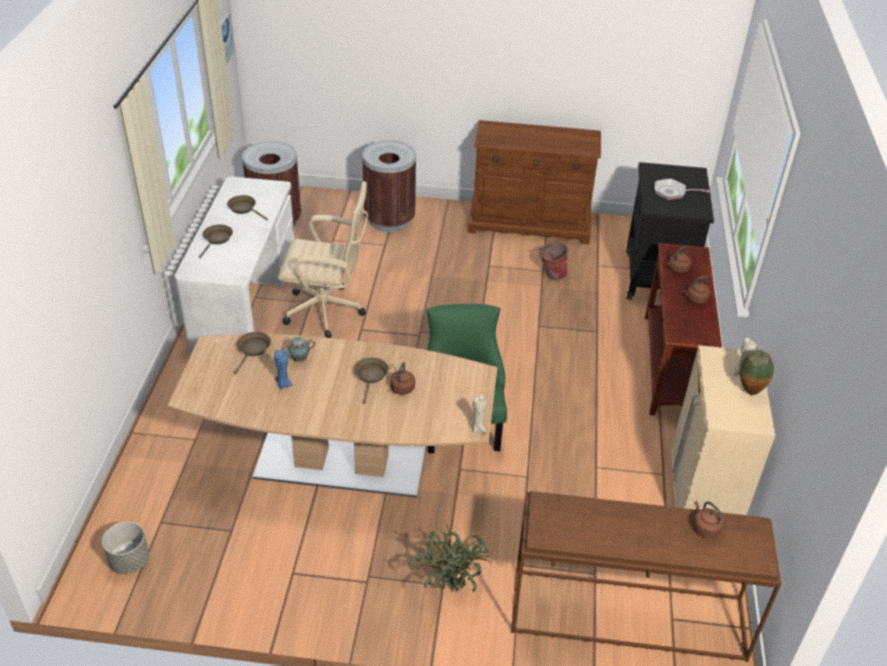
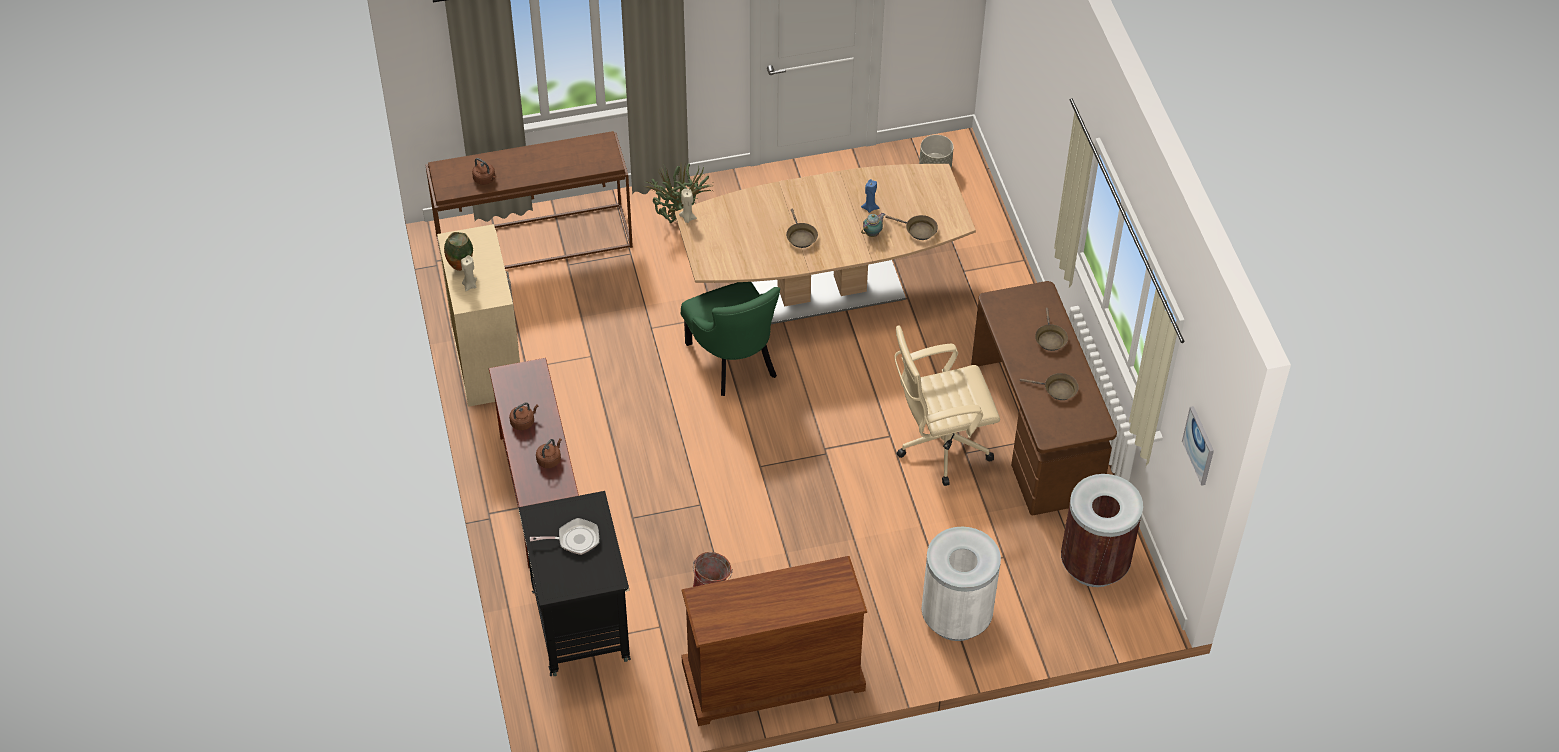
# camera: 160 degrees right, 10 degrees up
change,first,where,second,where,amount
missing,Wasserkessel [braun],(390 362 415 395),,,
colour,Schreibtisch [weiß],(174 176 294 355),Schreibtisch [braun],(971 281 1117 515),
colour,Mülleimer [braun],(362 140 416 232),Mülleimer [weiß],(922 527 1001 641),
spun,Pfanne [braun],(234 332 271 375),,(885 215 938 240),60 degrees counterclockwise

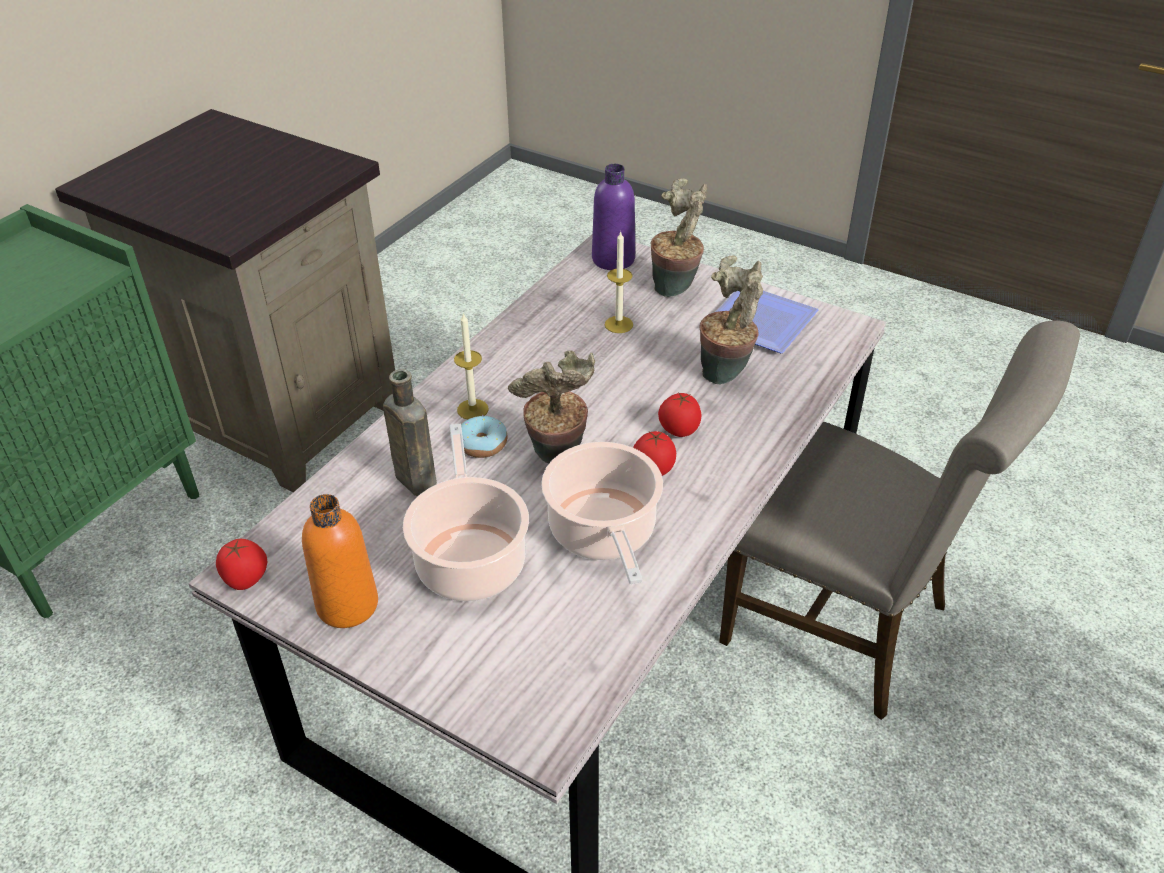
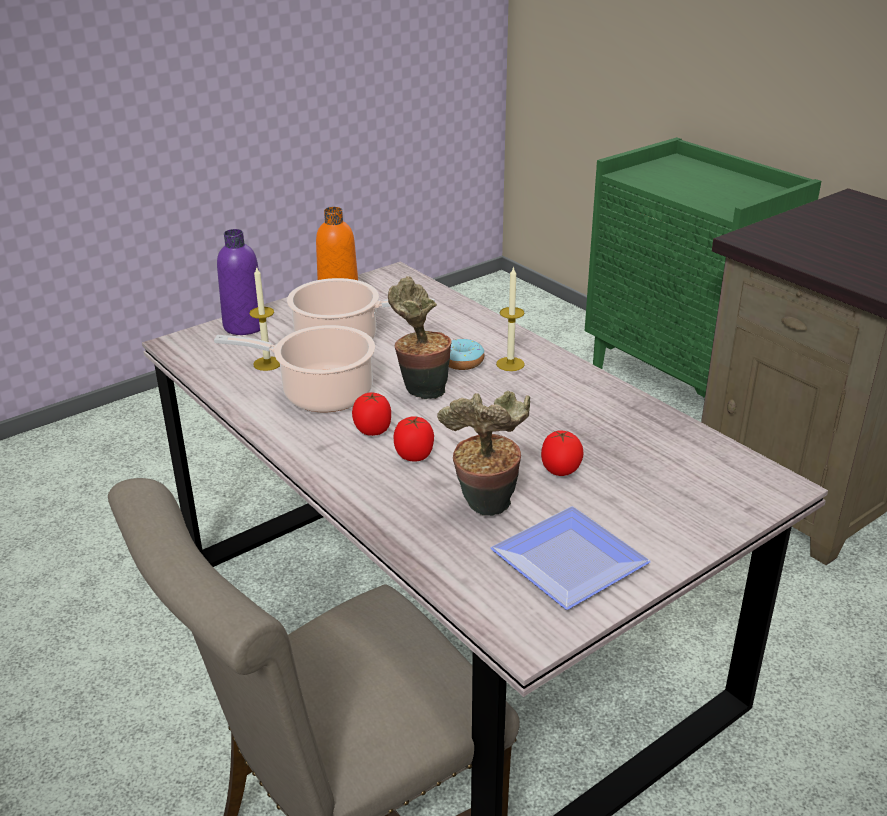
# camera: 110 degrees right, 10 degrees down
change,first,where,second,where,amount
missing,Flasche [braun],(383 369 437 496),,,
missing,Topfpflanze,(650 178 707 297),,,
relocated,Tomate,(216 539 267 590),,(541 430 584 476),
relocated,Flasche [lila],(592 164 635 270),,(217 229 260 335),
relocated,Kerze,(605 231 633 333),,(249 266 280 371),

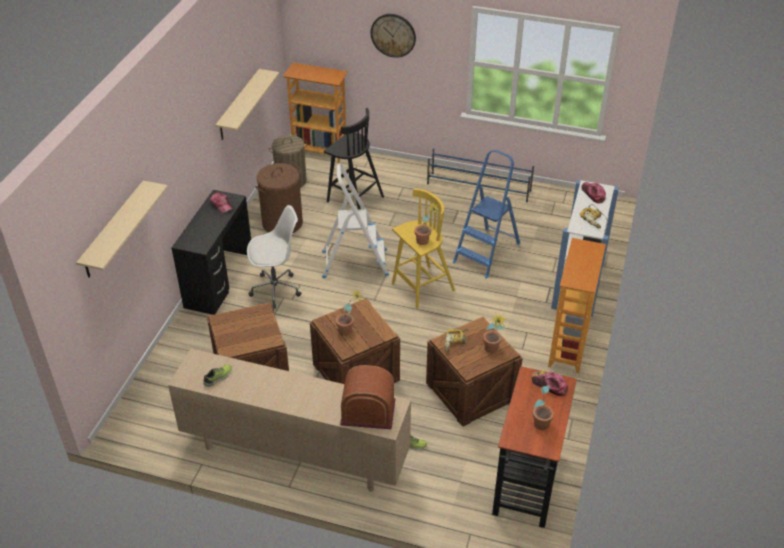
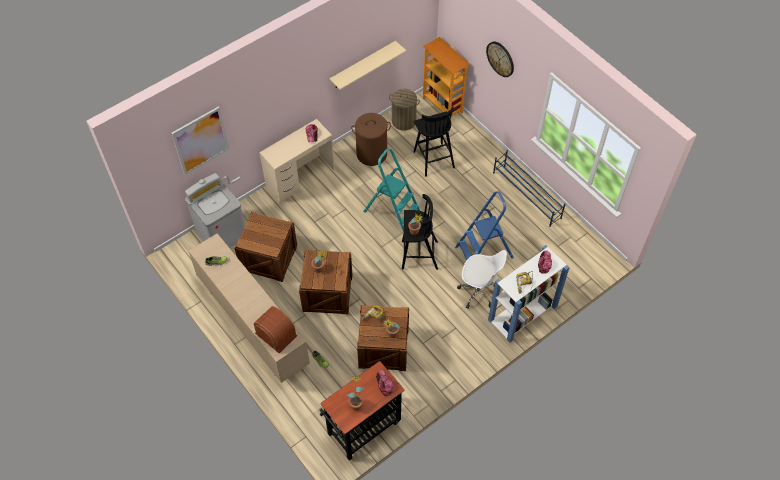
# camera: 35 degrees right, 15 degrees up
change,first,where,second,where,amount
missing,Bücherregal,(548 238 606 373),,,
appeared,,,Waschmaschine [grau],(185 173 245 248),
relocated,Bürostuhl [weiß],(247 205 302 309),,(457 250 507 309),
exchanged,Wandregal [beige],(76 180 168 278),Bild,(171 106 229 175),
colour,Schreibtisch [schwarz],(172 190 251 315),Schreibtisch [beige],(259 119 335 203),
colour,Trittleiter [weiß],(322 164 389 278),Trittleiter [türkis],(363 149 421 233),
colour,Hocker [gelb],(392 189 455 309),Hocker [schwarz],(402 194 438 270),

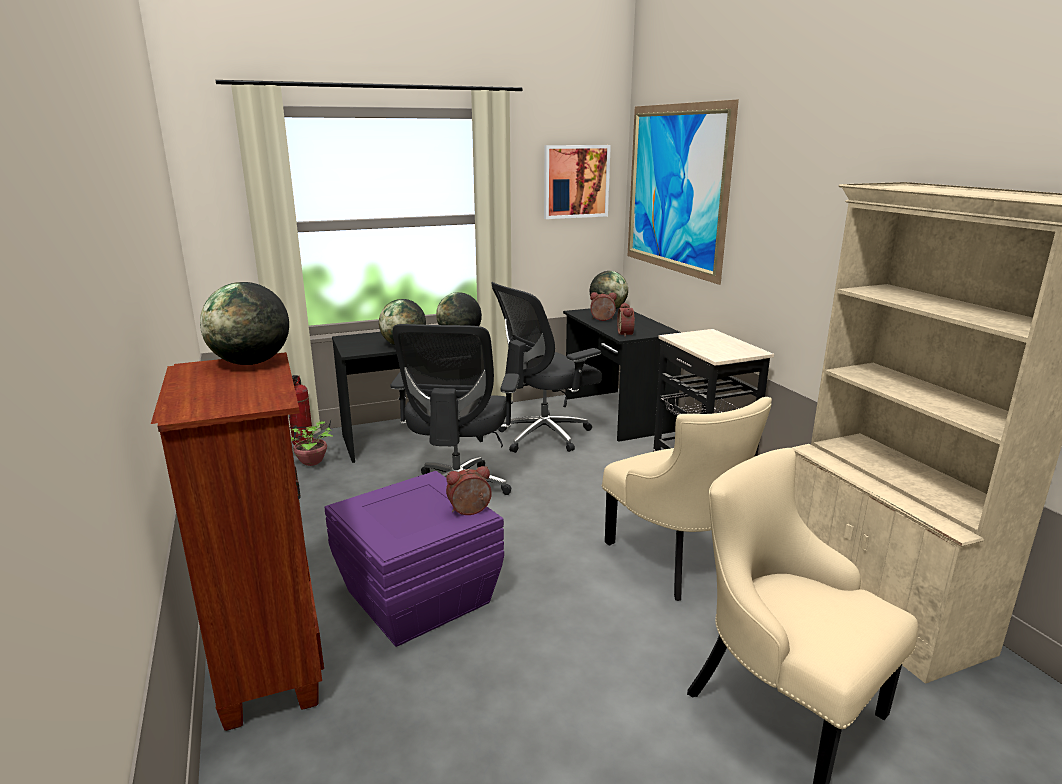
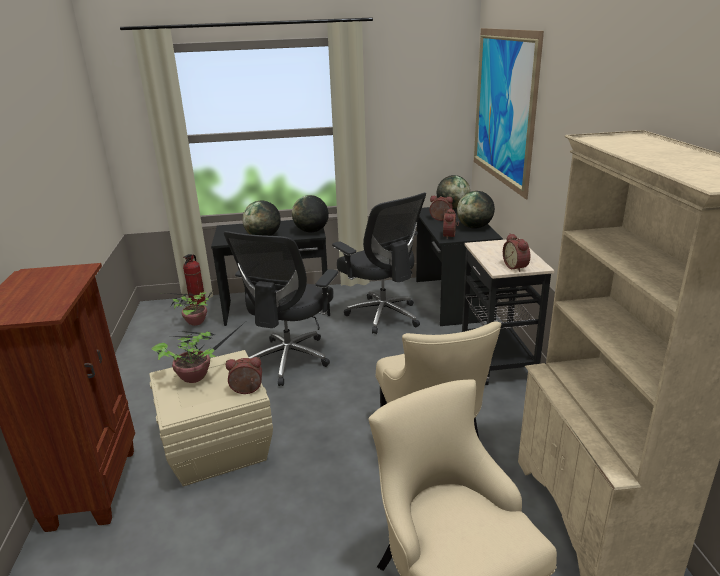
# camera: 15 degrees right, 5 degrees up
change,first,where,second,where,amount
missing,Bild,(544 145 611 219),,,
appeared,,,Topfpflanze,(151 323 244 383),
appeared,,,Wecker,(503 233 530 272),
relocated,Globus,(200 282 289 365),,(457 191 495 228),
colour,Aufbewahrungsbox [lila],(325 471 504 647),Aufbewahrungsbox [beige],(149 350 273 486),
spun,Bürostuhl,(492 282 602 453),,(332 192 426 334),105 degrees counterclockwise

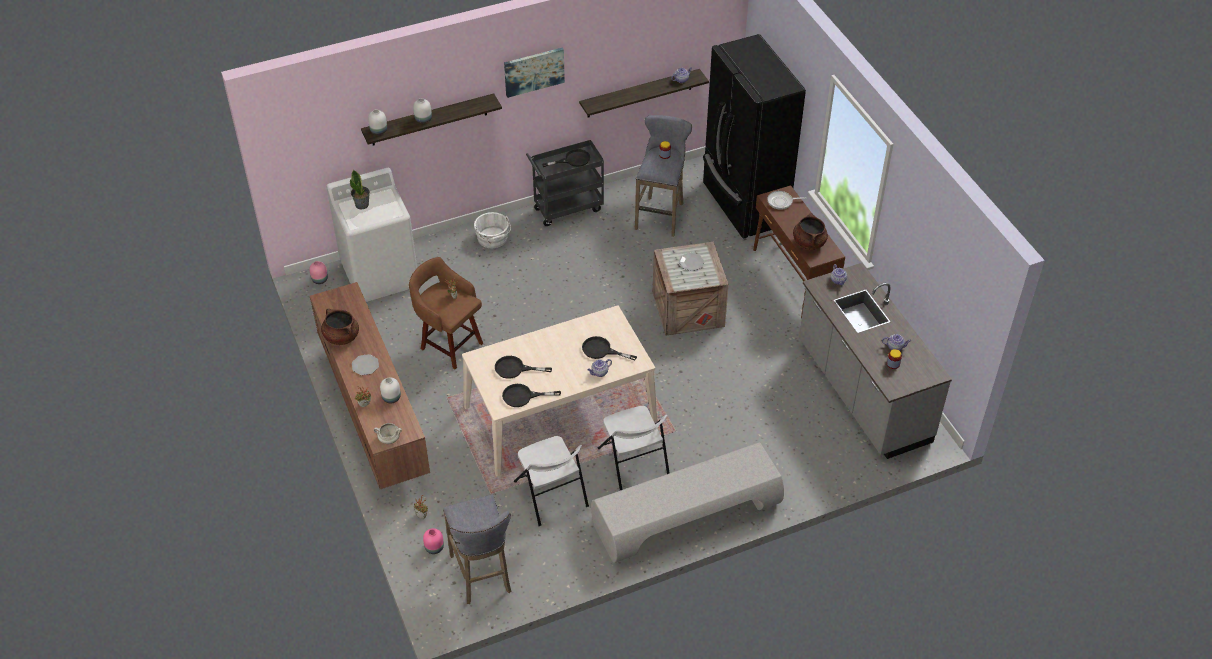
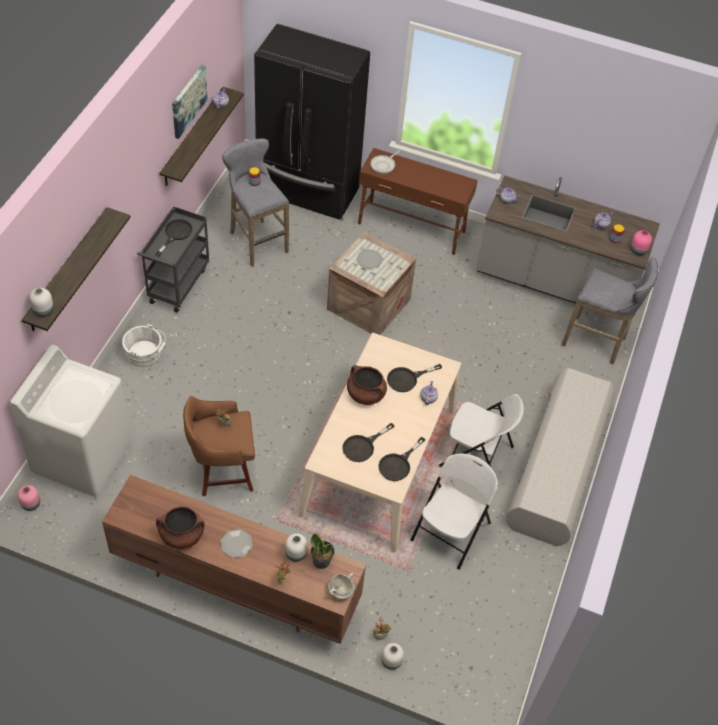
# camera: 50 degrees left, 5 degrees up
change,first,where,second,where,amount
relocated,Topfpflanze,(350 170 370 209),,(311 534 335 569),
relocated,Vase [weiß],(413 98 432 124),,(381 643 404 670),
relocated,Vase [rosa],(423 528 444 554),,(631 230 652 255),
relocated,Hocker [grau],(443 495 511 604),,(561 257 658 365),
relocated,Bild,(504 48 565 98),,(172 65 208 139),
relocated,Kochtopf [braun],(793 213 828 250),,(347 365 387 405),
spun,Stuhl [weiß],(514 436 589 526),,(410 453 498 570),75 degrees counterclockwise

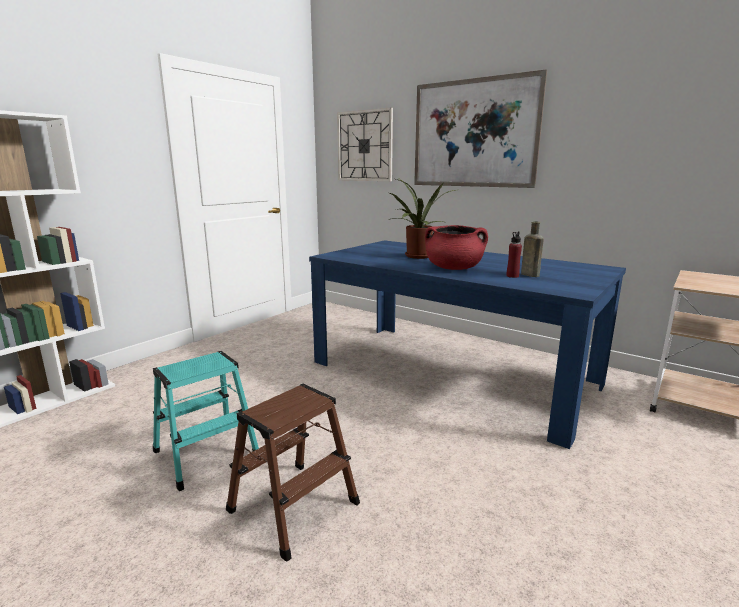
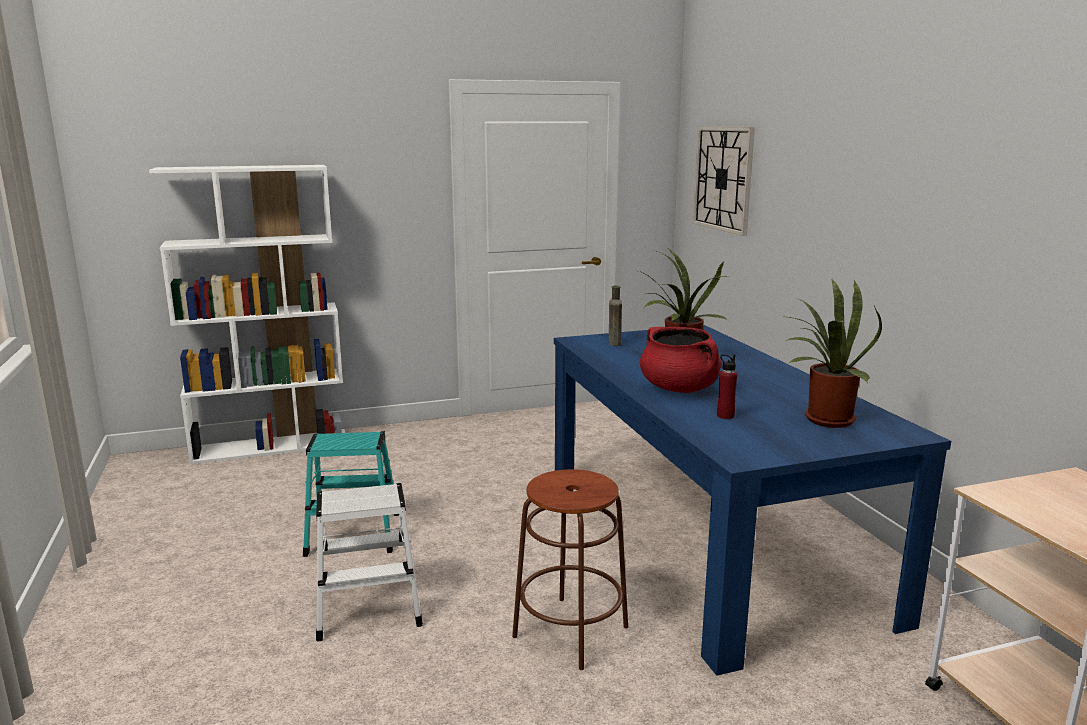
# camera: 35 degrees right, 0 degrees up
change,first,where,second,where,amount
missing,Bild,(414 69 547 188),,,
appeared,,,Hocker [braun],(512 469 628 670),
appeared,,,Topfpflanze,(782 280 882 428),
relocated,Flasche [braun],(521 221 544 277),,(609 285 622 346),
colour,Trittleiter [braun],(226 383 360 562),Trittleiter [weiß],(316 483 423 641),

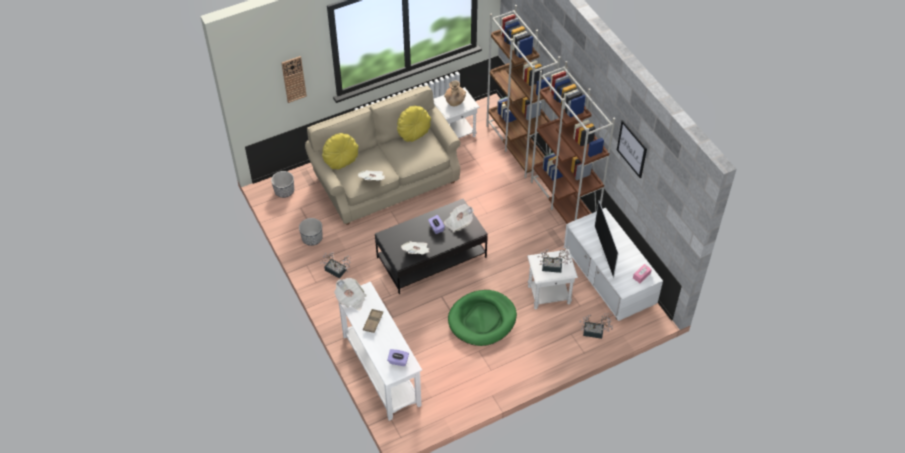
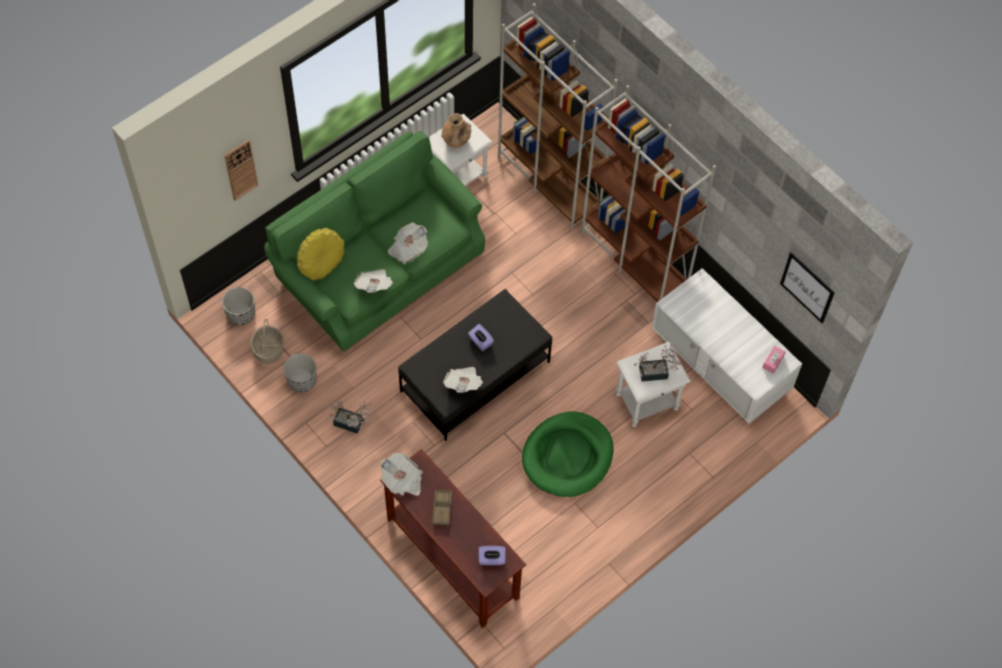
# camera: 15 degrees left, 10 degrees up
change,first,where,second,where,amount
missing,Kissen [gelb],(397 106 431 142),,,
missing,Topfpflanze,(579 313 613 339),,,
missing,Fernseher,(595 200 619 278),,,
appeared,,,Korb,(250 318 284 364),
relocated,Zeitung,(444 204 474 232),,(388 222 428 264),
relocated,Bild,(617 120 647 178),,(780 253 835 323),
colour,Sofa [beige],(305 86 461 225),Sofa [grün],(264 131 485 351),
colour,Konsolentisch [weiß],(336 282 422 421),Konsolentisch [braun],(380 449 526 628),

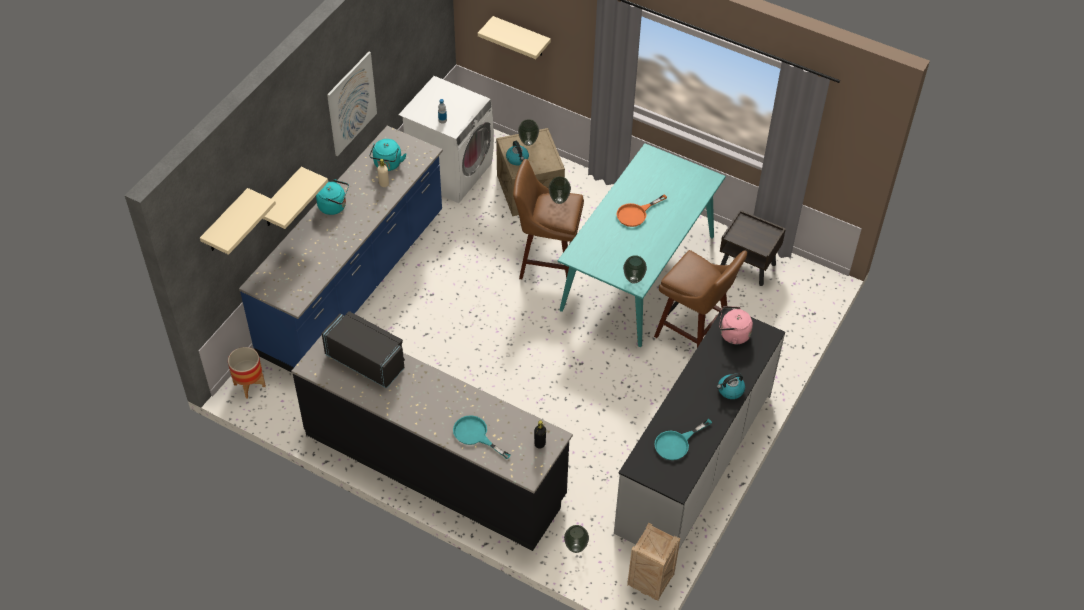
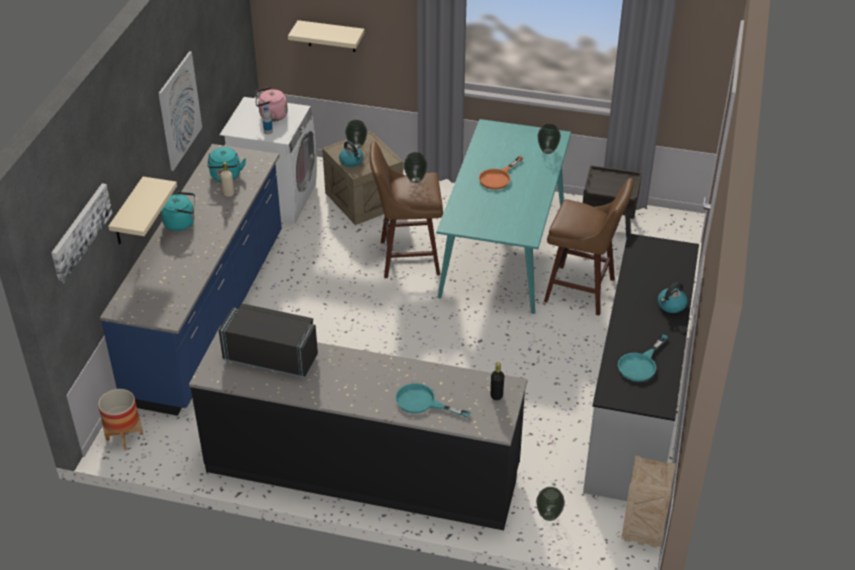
# camera: 15 degrees left, 10 degrees down
change,first,where,second,where,amount
relocated,Vase,(623 255 647 284),,(537 124 561 154),
relocated,Wasserkessel [rosa],(719 306 753 344),,(256 87 288 122),
exchanged,Wandregal [beige],(200 188 276 255),Bild,(51 183 112 283),

